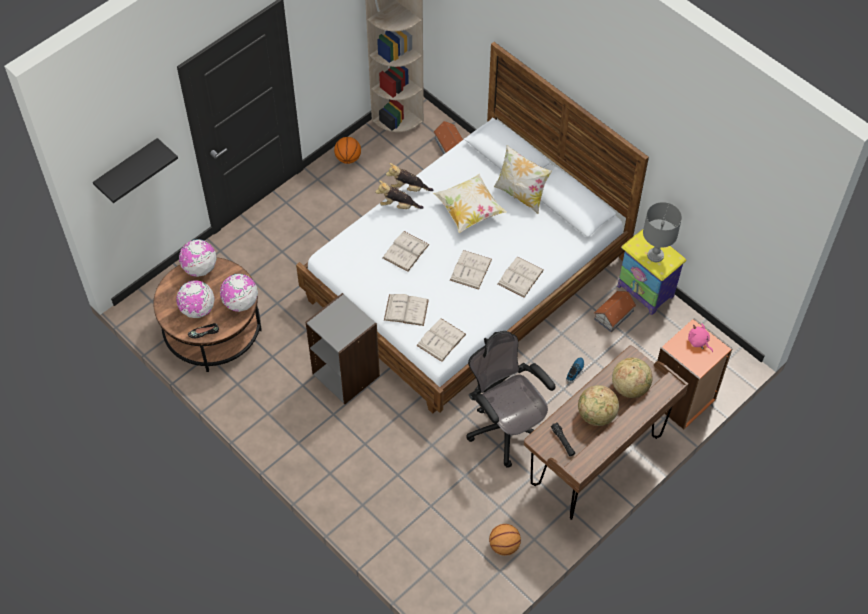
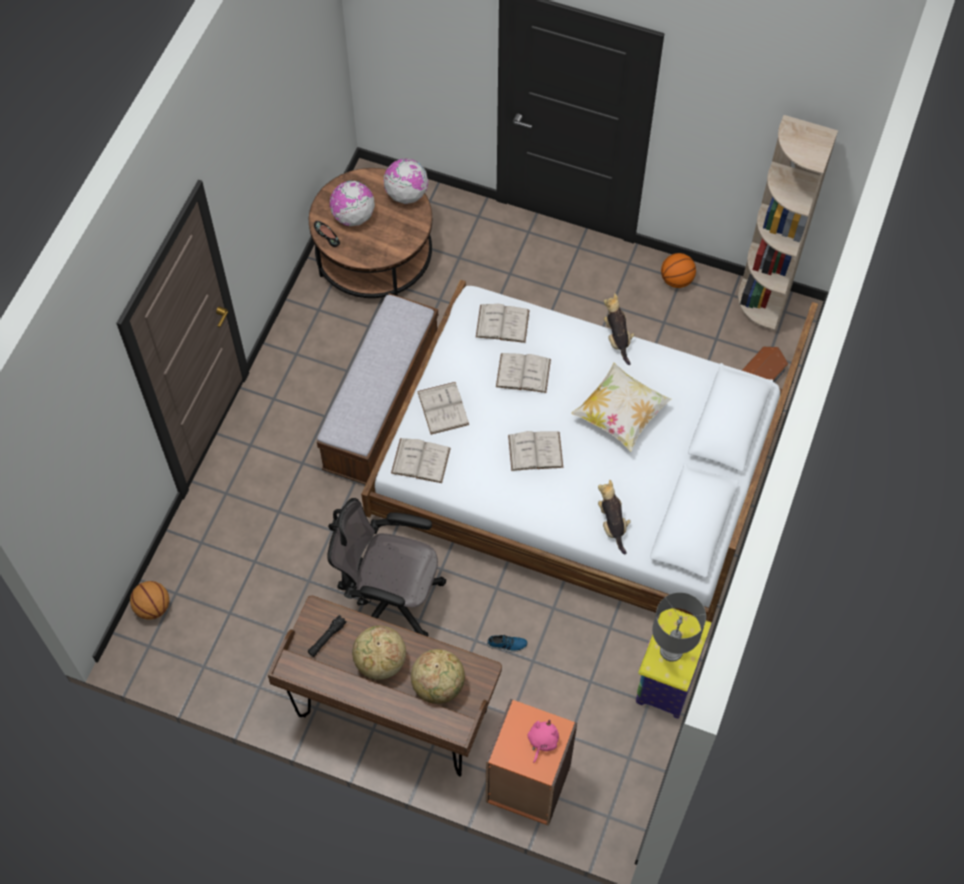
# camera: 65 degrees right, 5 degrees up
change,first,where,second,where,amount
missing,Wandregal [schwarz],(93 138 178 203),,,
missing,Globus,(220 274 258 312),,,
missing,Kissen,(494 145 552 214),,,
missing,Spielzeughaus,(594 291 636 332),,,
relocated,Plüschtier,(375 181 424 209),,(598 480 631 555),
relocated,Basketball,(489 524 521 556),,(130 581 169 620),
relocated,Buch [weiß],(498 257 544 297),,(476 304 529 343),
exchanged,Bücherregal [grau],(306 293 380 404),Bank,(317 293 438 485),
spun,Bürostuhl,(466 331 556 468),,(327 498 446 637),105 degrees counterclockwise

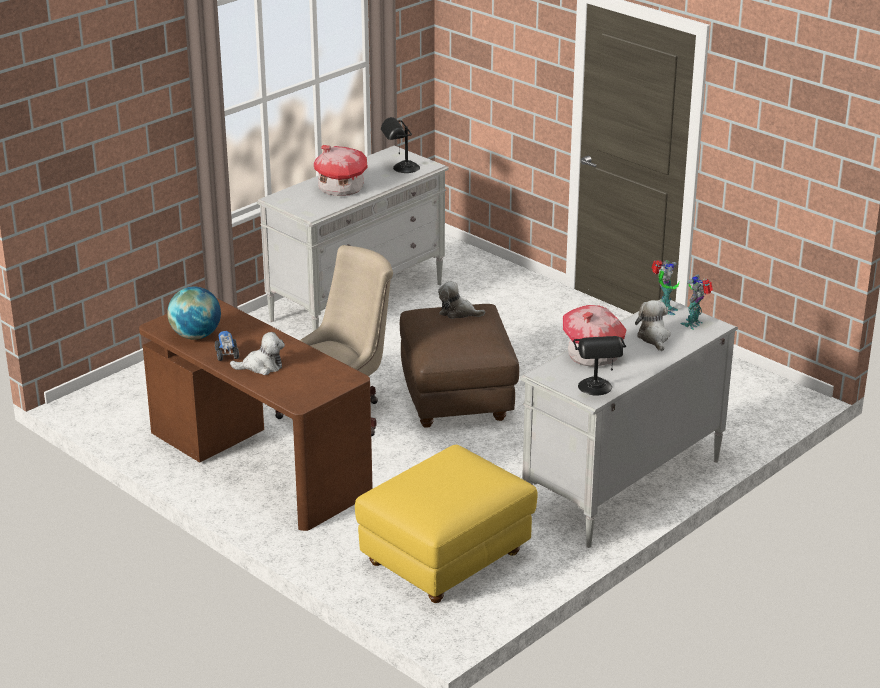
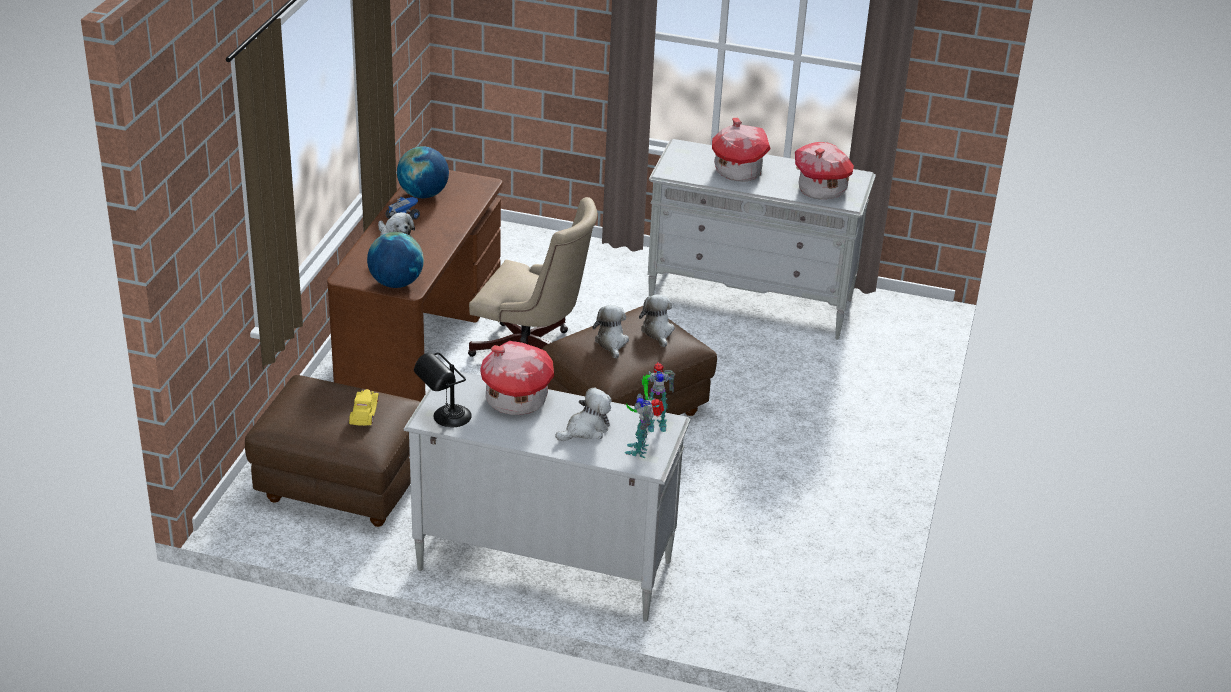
# camera: 60 degrees right, 5 degrees up
change,first,where,second,where,amount
appeared,,,Spielzeugauto [gelb],(349 389 379 426),
appeared,,,Globus,(367 232 424 288),
appeared,,,Plüschtier,(593 305 629 359),
exchanged,Tischlampe [schwarz],(381 117 420 173),Spielzeughaus,(795 142 854 199),
colour,Polsterhocker [gelb],(355 445 538 603),Polsterhocker [braun],(245 375 420 527),
spun,Spielzeugroboter,(680 275 713 330),,(625 393 664 458),90 degrees counterclockwise

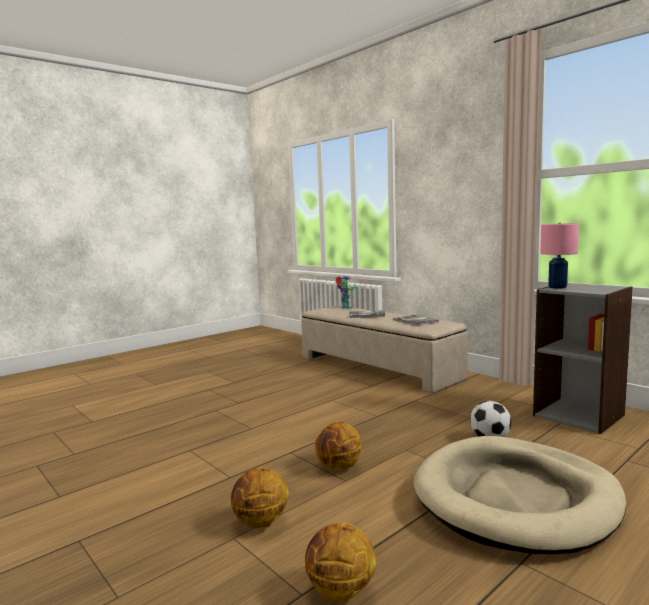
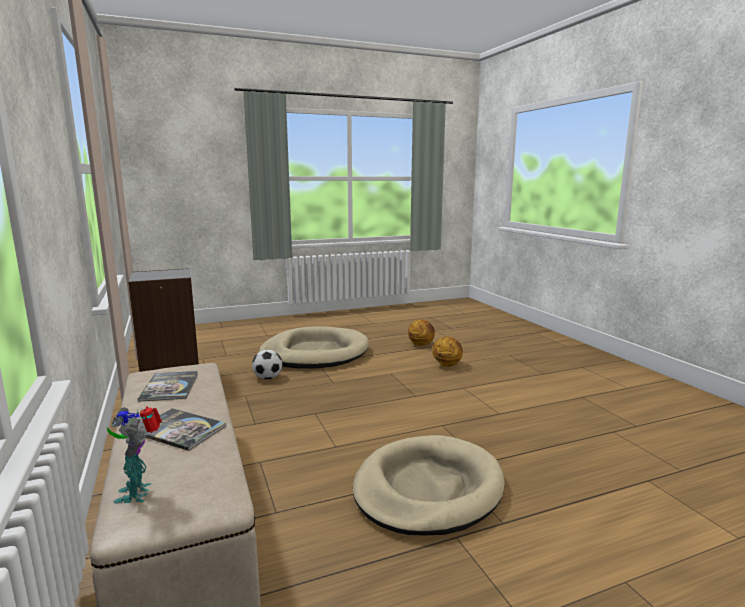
# camera: 160 degrees left, 5 degrees up
change,first,where,second,where,amount
missing,Basketball,(315 421 362 470),,,
missing,Tischlampe [rosa],(540 223 579 289),,,
appeared,,,Hundebett [beige],(353 435 505 536),

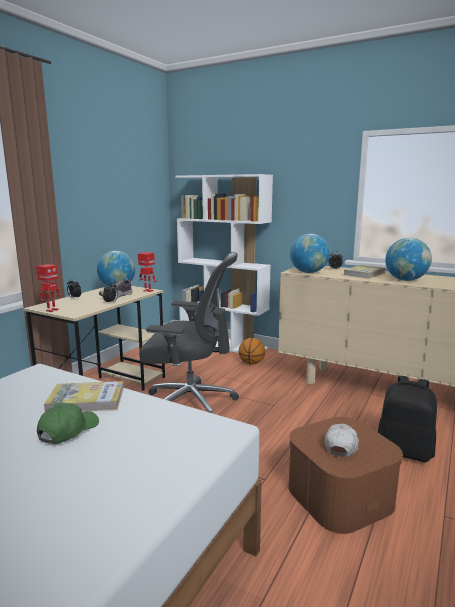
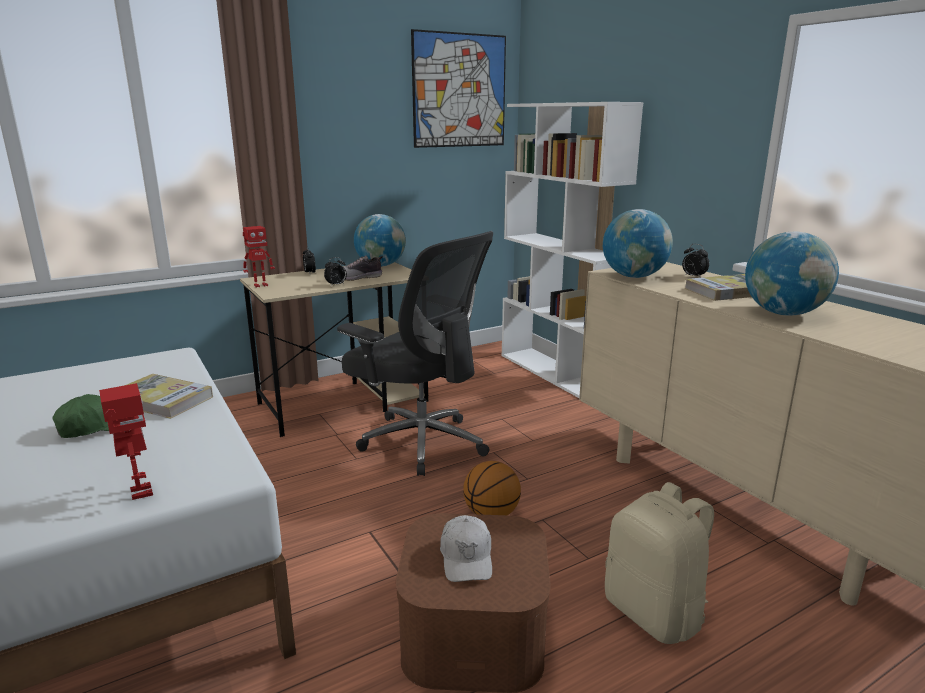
# camera: 30 degrees right, 5 degrees up
change,first,where,second,where,amount
appeared,,,Bild,(411 29 506 148),
relocated,Spielzeugroboter,(138 252 157 292),,(99 383 153 500),
relocated,Basketball,(239 338 265 365),,(463 461 521 515),
colour,Rucksack [schwarz],(378 376 437 462),Rucksack [beige],(605 482 714 644),
spun,Kappe [weiß],(325 424 359 457),,(440 515 492 582),120 degrees clockwise

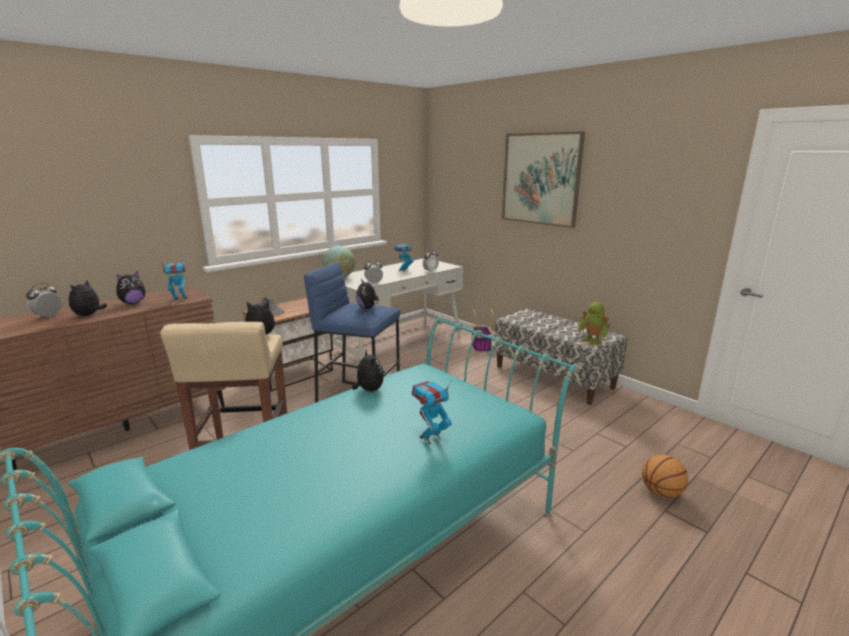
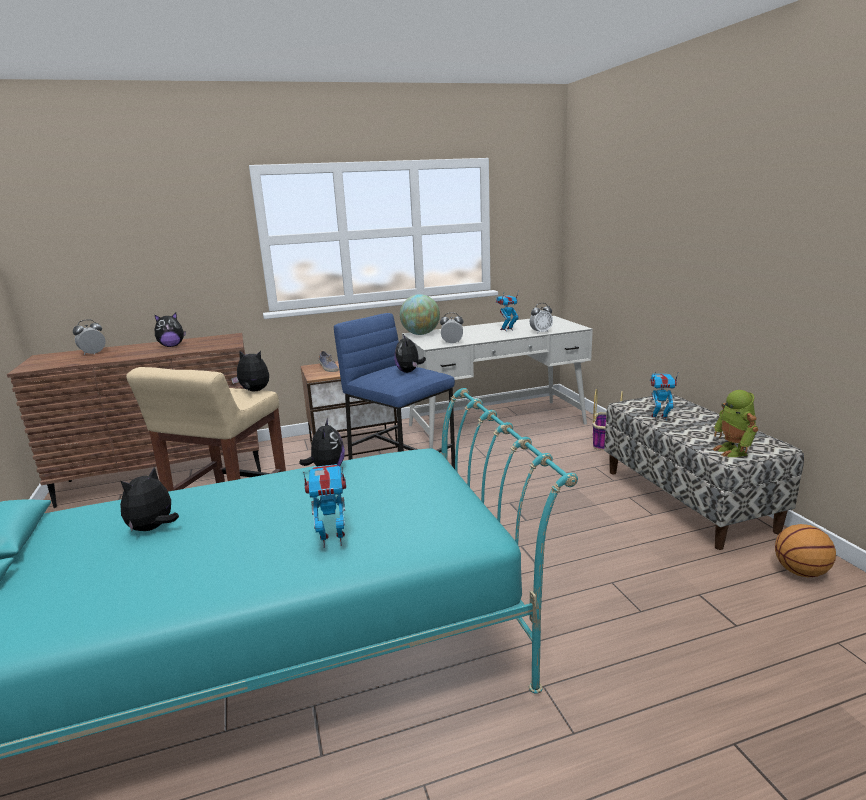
# camera: 25 degrees right, 0 degrees up
change,first,where,second,where,amount
missing,Bild,(502 131 585 228),,,
relocated,Plüschtier,(69 280 107 316),,(120 466 179 531),
relocated,Spielzeugroboter,(161 260 188 301),,(650 372 678 421),
relocated,Basketball,(642 455 689 498),,(775 524 836 577),

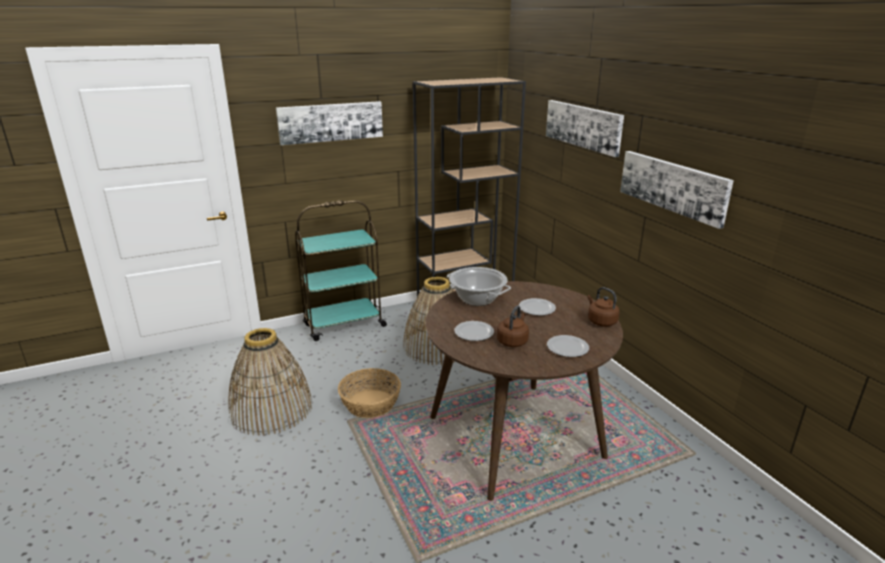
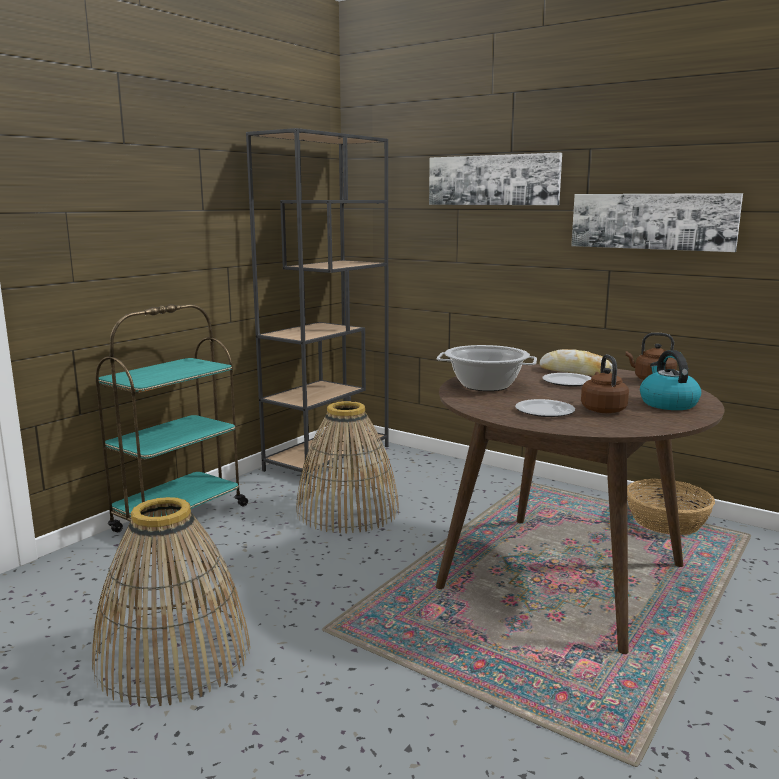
# camera: 30 degrees left, 10 degrees down
change,first,where,second,where,amount
missing,Bild,(276 101 383 145),,,
appeared,,,Brot,(540 349 613 376),
relocated,Korb,(338 368 401 418),,(627 479 715 535),
exchanged,Teller,(547 335 589 357),Wasserkessel,(640 350 701 410),

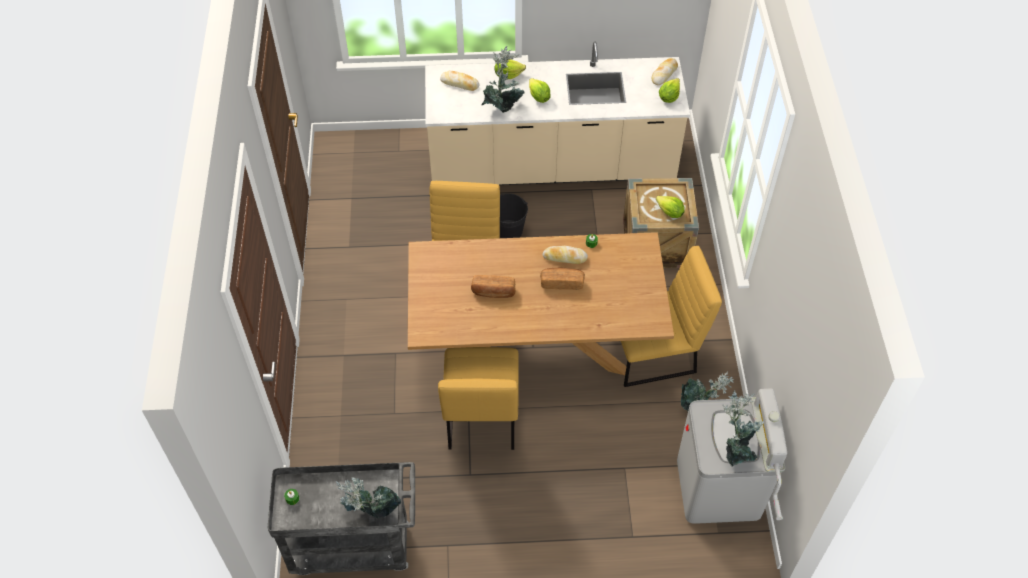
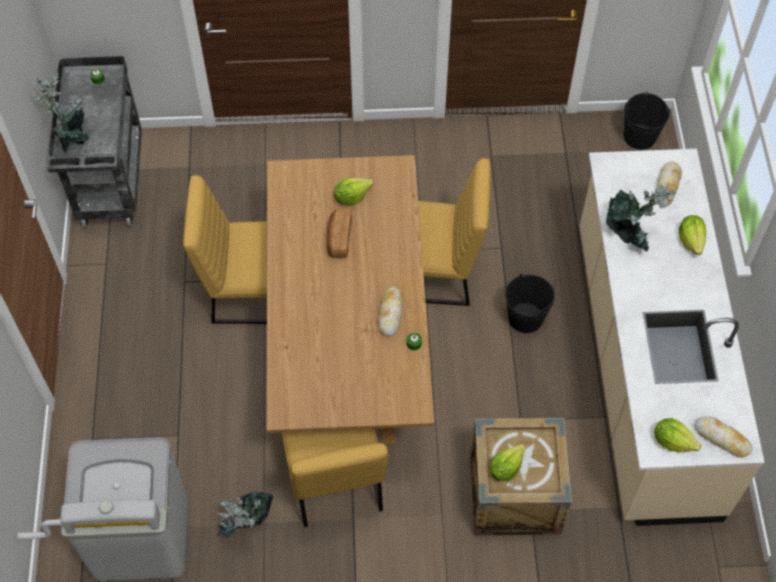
# camera: 90 degrees right, 5 degrees up
change,first,where,second,where,amount
missing,Brot,(540 268 585 290),,,
missing,Topfpflanze,(722 390 764 467),,,
appeared,,,Eimer [schwarz],(624 92 670 150),
relocated,Salatkopf,(529 78 551 103),,(334 178 373 206),

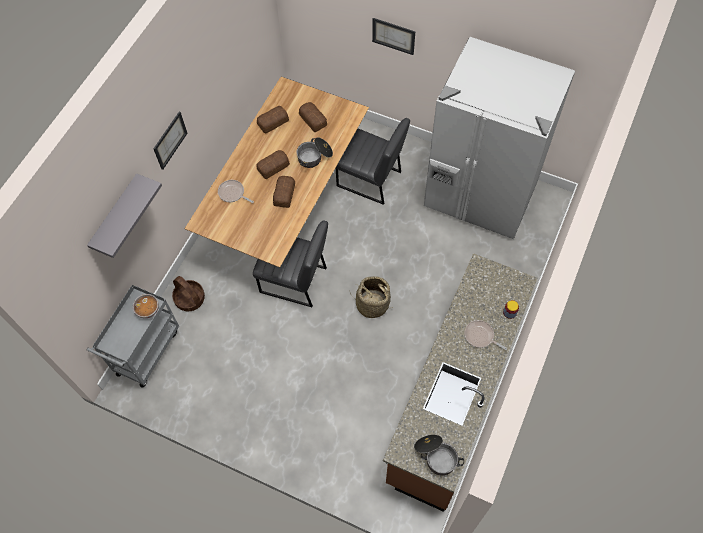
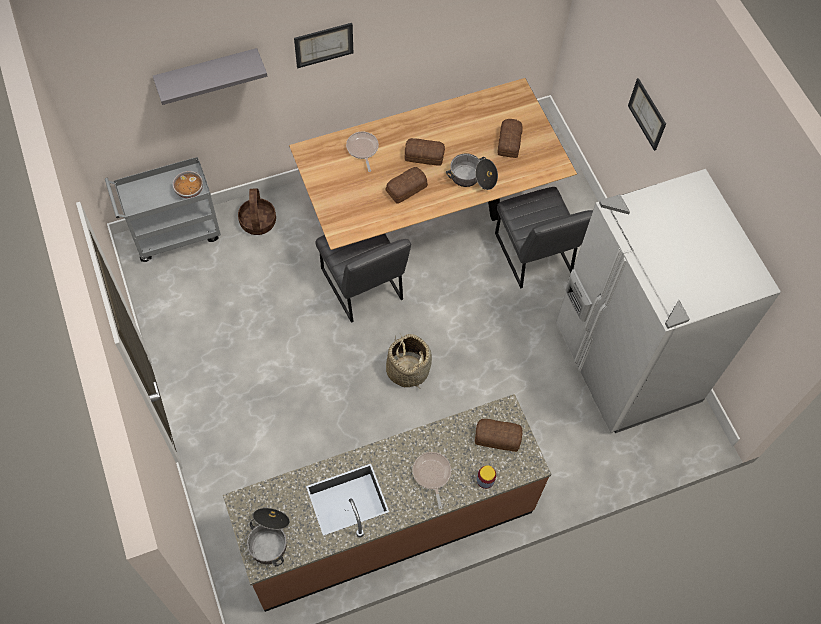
# camera: 40 degrees right, 0 degrees up
change,first,where,second,where,amount
relocated,Brot,(257 106 289 134),,(475 419 523 452),

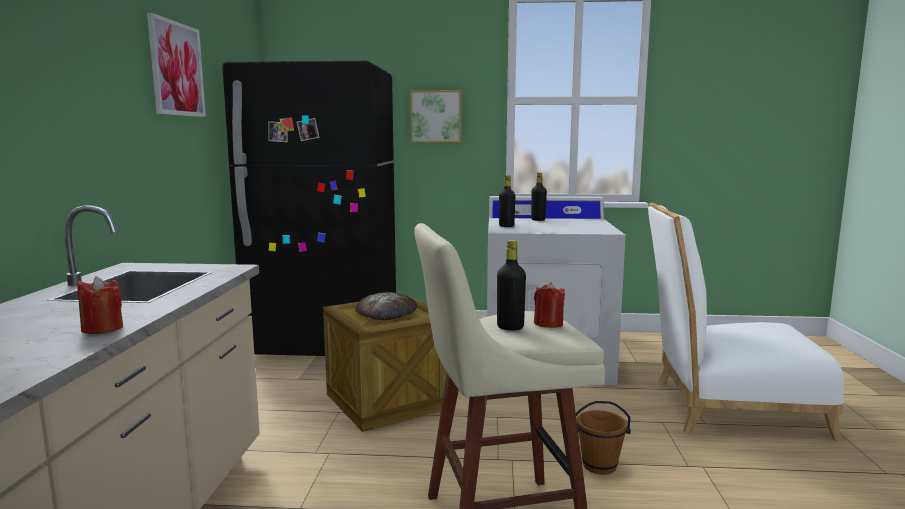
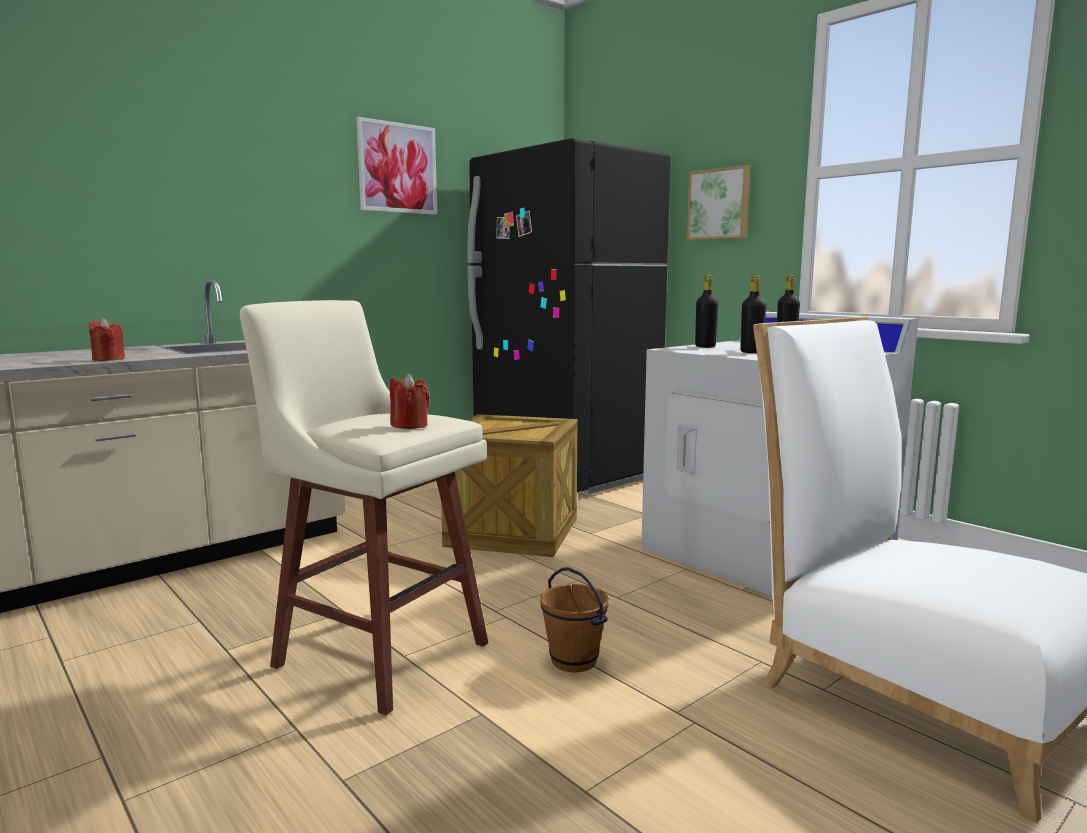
# camera: 45 degrees right, 0 degrees up
change,first,where,second,where,amount
missing,Brot,(356 292 417 320),,,
relocated,Flasche [schwarz],(497 240 526 330),,(740 275 766 353),

